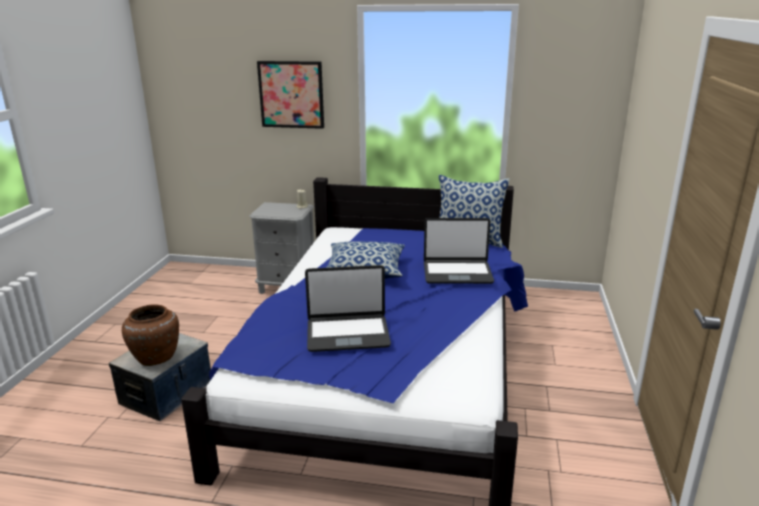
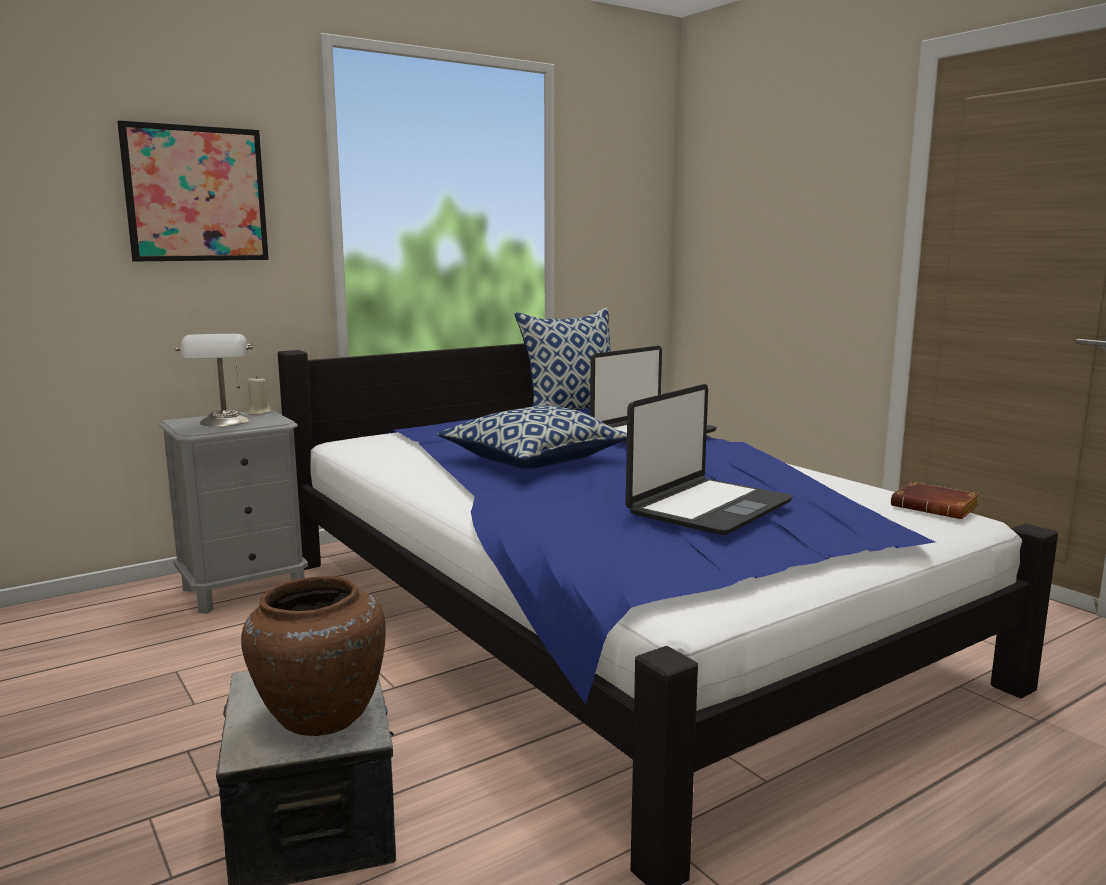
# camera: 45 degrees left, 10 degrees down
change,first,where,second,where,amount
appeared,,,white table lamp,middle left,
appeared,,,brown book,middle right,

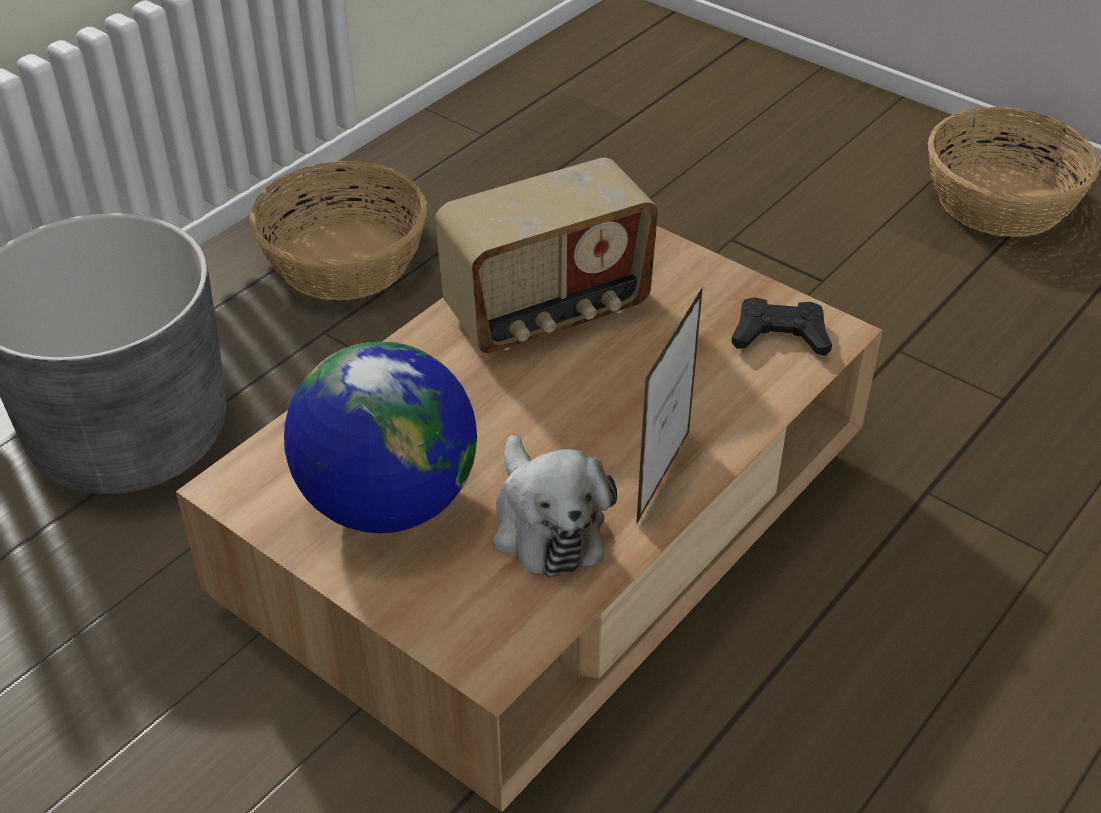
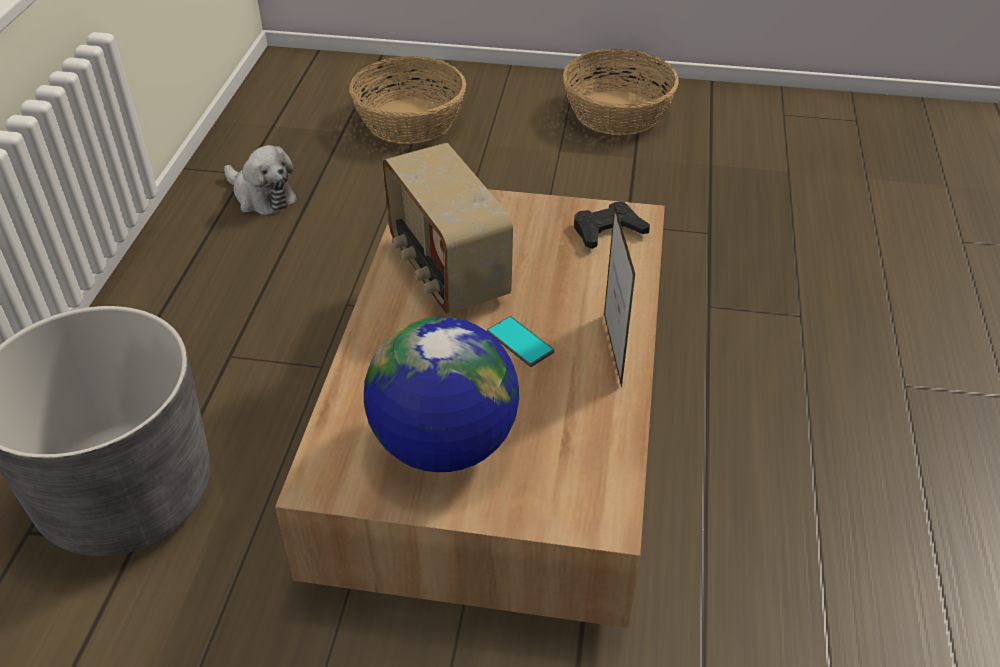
# camera: 30 degrees left, 0 degrees up
change,first,where,second,where,amount
relocated,plush toy,centre,,top left,
relocated,basket (no. 1 from left),top left,,top centre,
spun,radio,top centre,,centre,120 degrees clockwise
appeared,,,phone,centre,

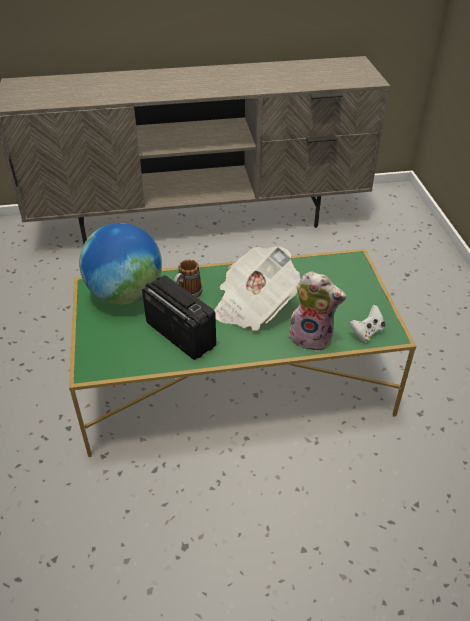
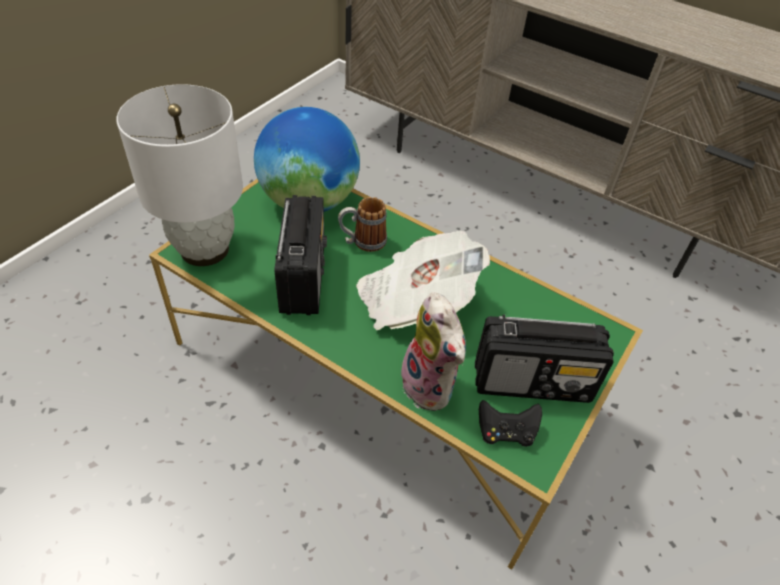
# camera: 40 degrees right, 5 degrees up
change,first,where,second,where,amount
appeared,,,white table lamp,top left,
appeared,,,radio (no. 2 from left),middle right,
colour,white game controller,middle right,black game controller,bottom centre,

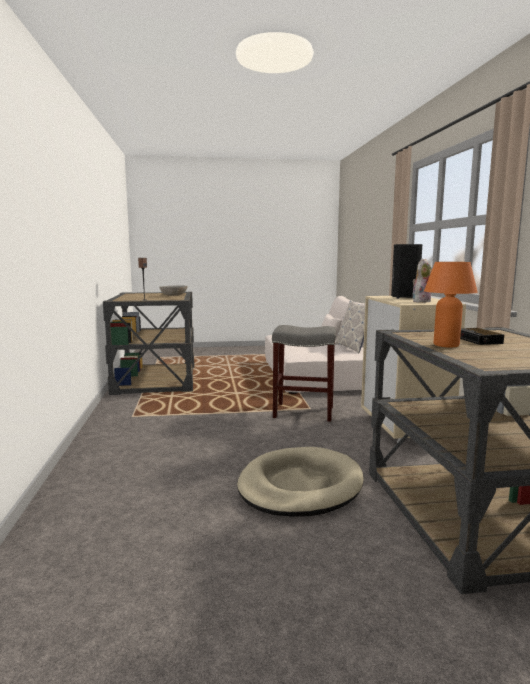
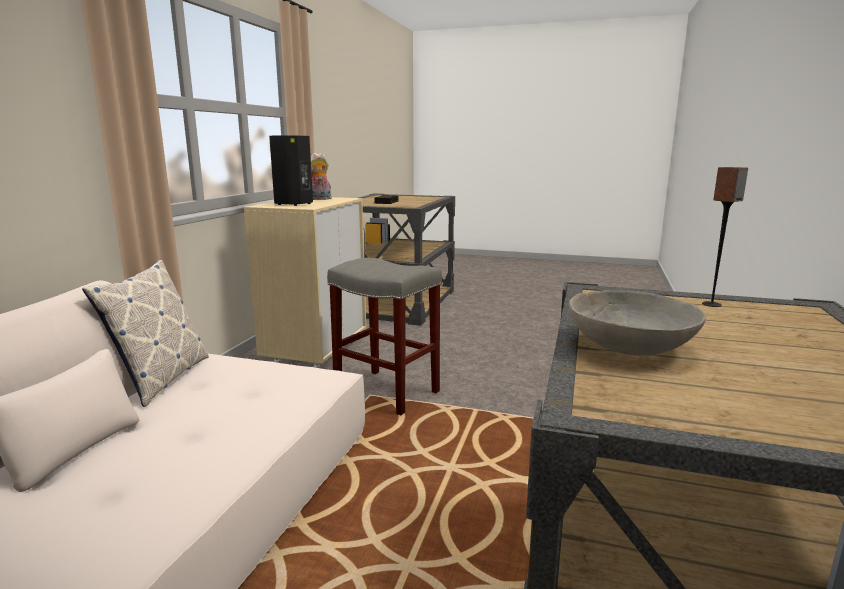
# camera: 155 degrees left, 5 degrees up
change,first,where,second,where,amount
missing,beige dog bed,bottom centre,,,
missing,orange table lamp,middle right,,,

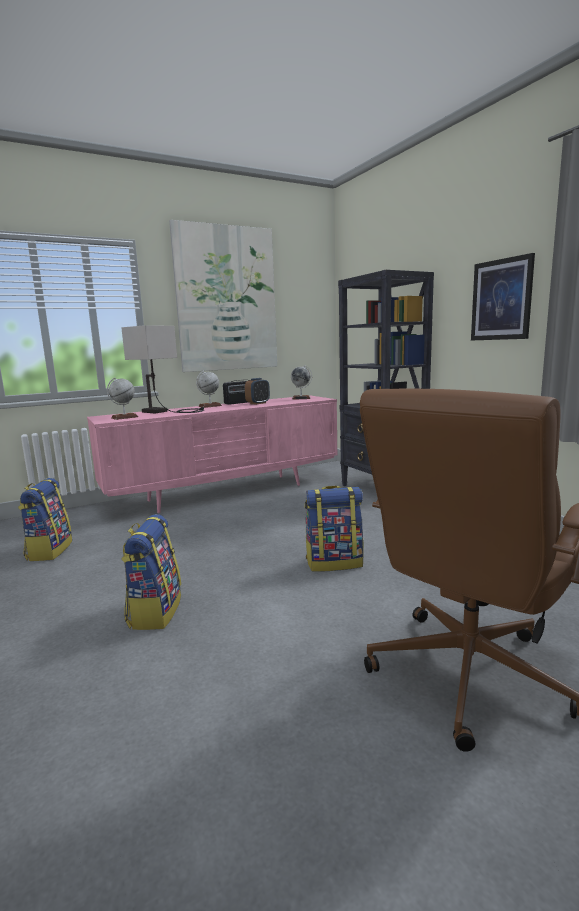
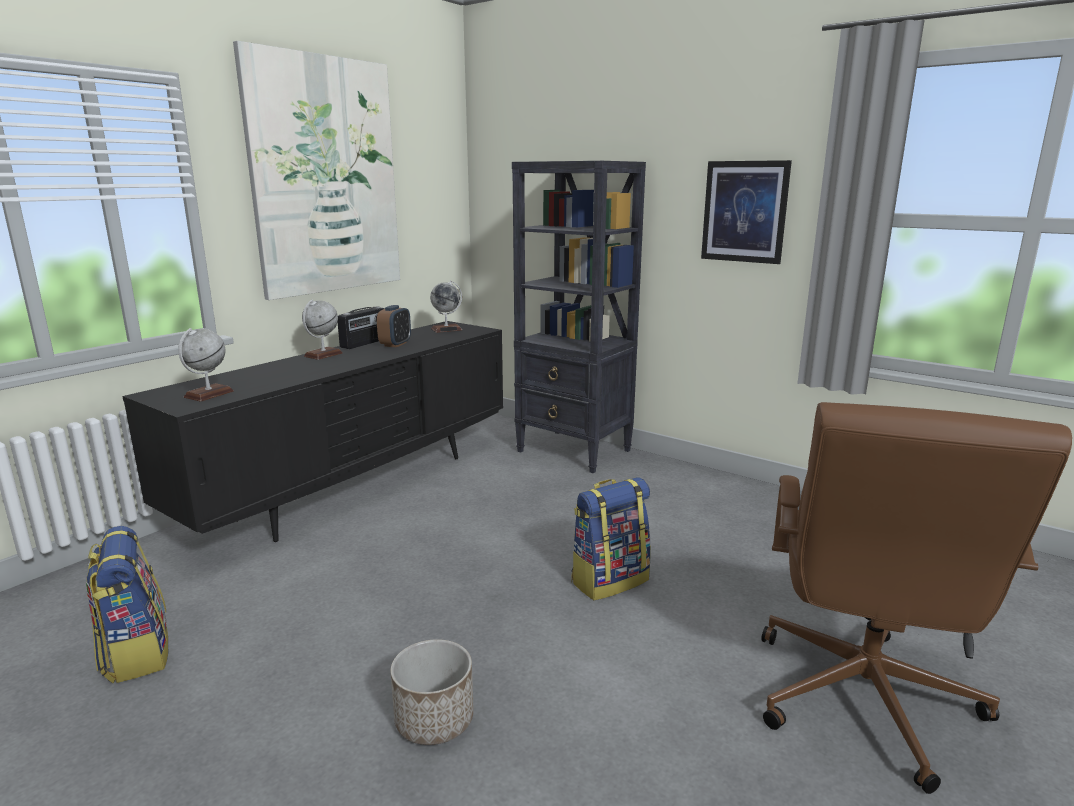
# camera: 25 degrees left, 5 degrees up
change,first,where,second,where,amount
colour,pink cabinet,centre,black cabinet,middle left,
exchanged,backpack (no. 2 from left),middle left,planter,bottom centre,
missing,table lamp,middle left,,,

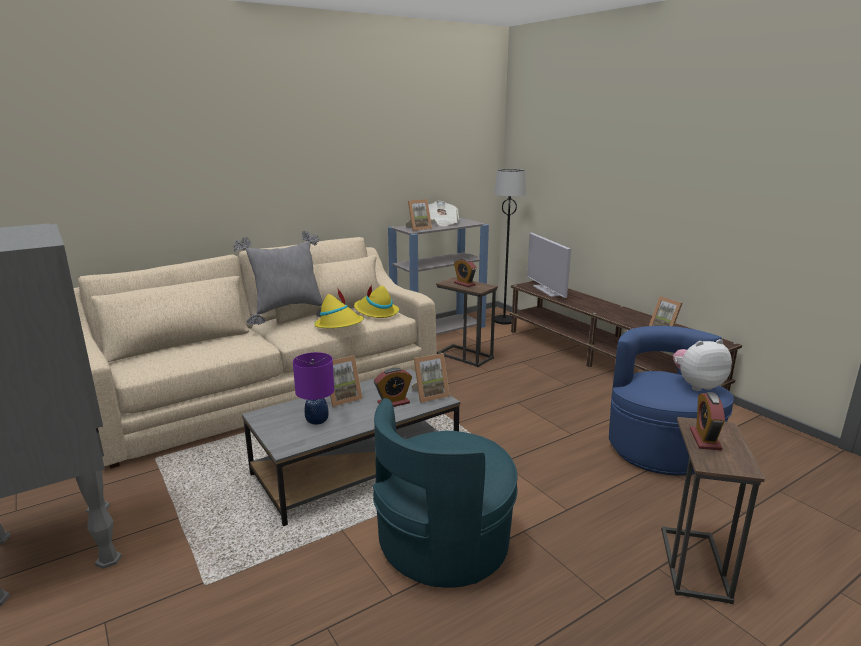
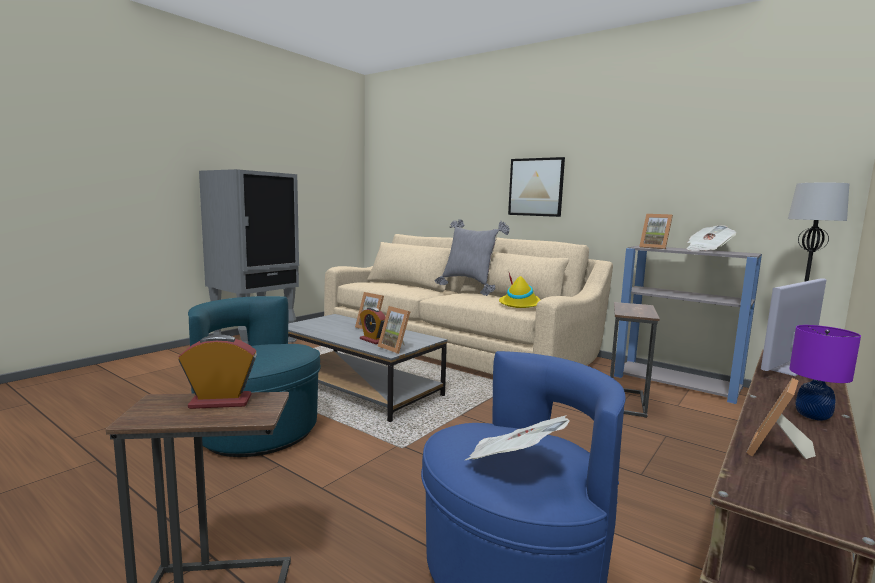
# camera: 70 degrees right, 10 degrees down
change,first,where,second,where,amount
exchanged,plush toy,middle right,newspaper (no. 1 from left),bottom centre,
appeared,,,picture,top centre,
relocated,purple table lamp,centre,,middle right,
missing,yellow hat (no. 1 from left),centre,,,
missing,alarm clock (no. 2 from left),centre,,,

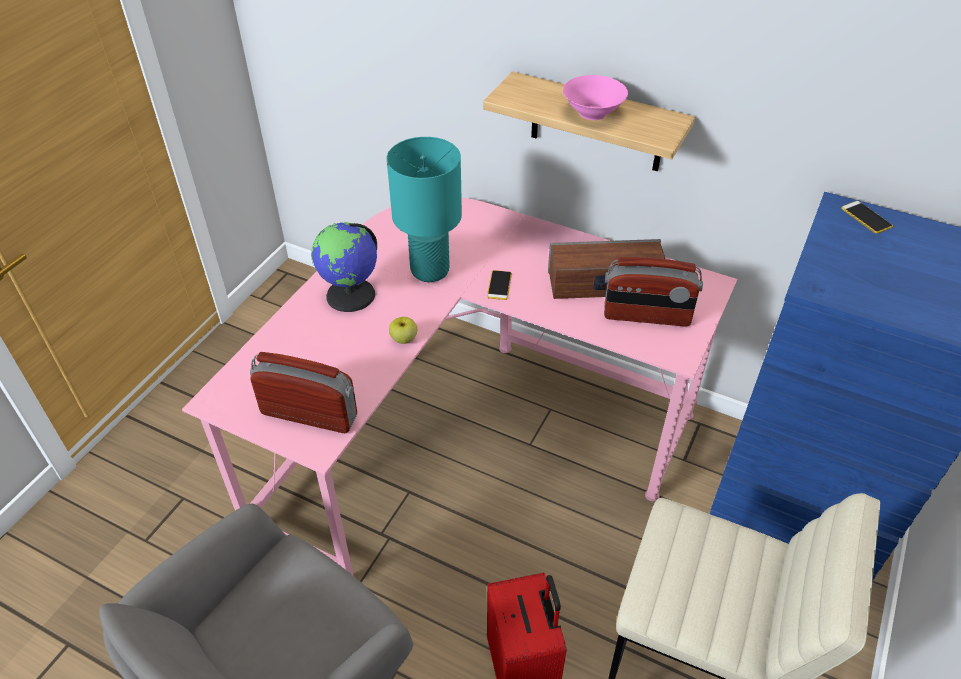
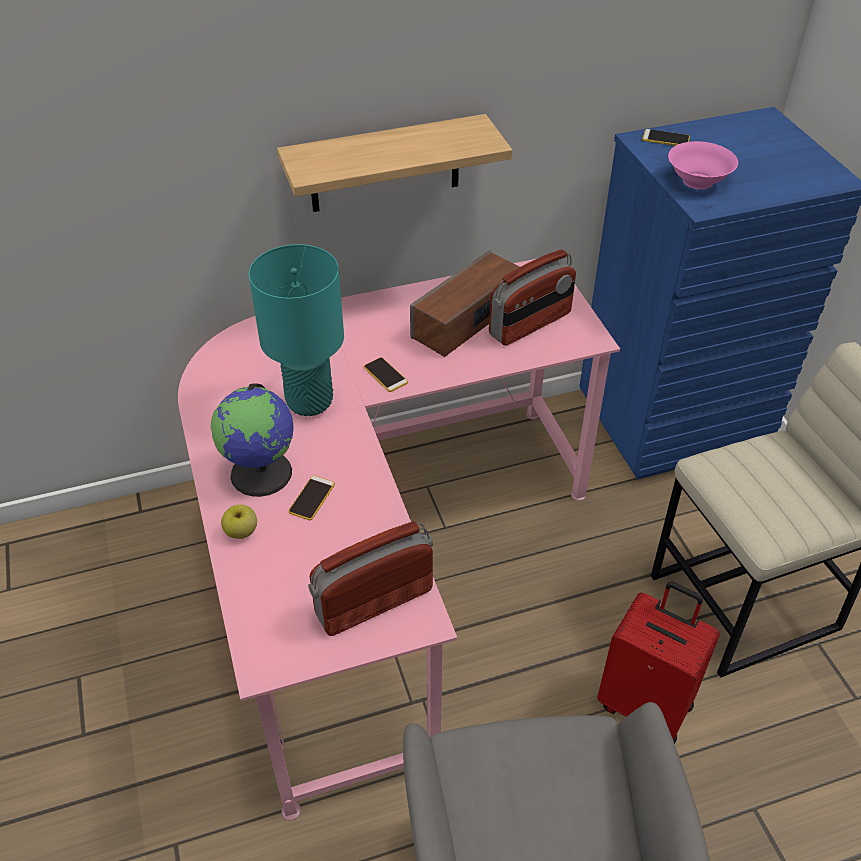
# camera: 45 degrees left, 0 degrees up
change,first,where,second,where,amount
relocated,apple,centre,,middle left,
appeared,,,phone (no. 1 from left),centre,
relocated,pink bowl,top centre,,top right,

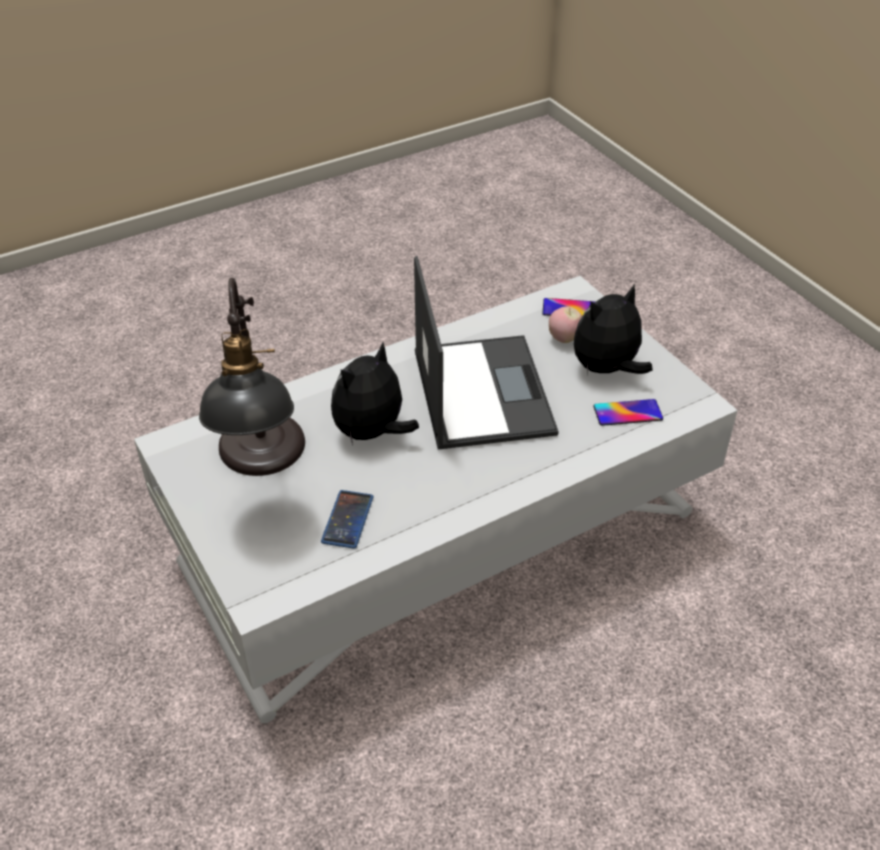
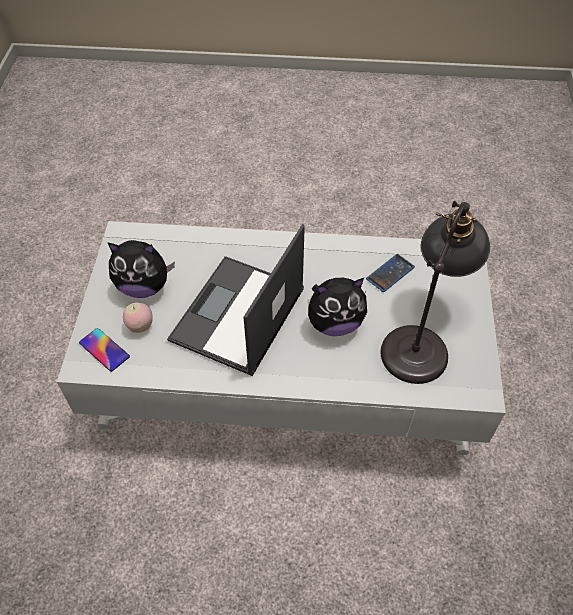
# camera: 145 degrees left, 10 degrees up
change,first,where,second,where,amount
missing,phone (no. 3 from left),middle right,,,

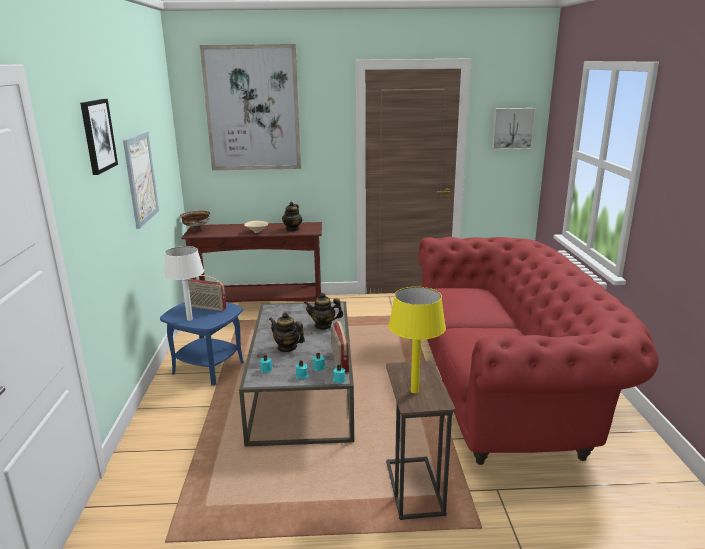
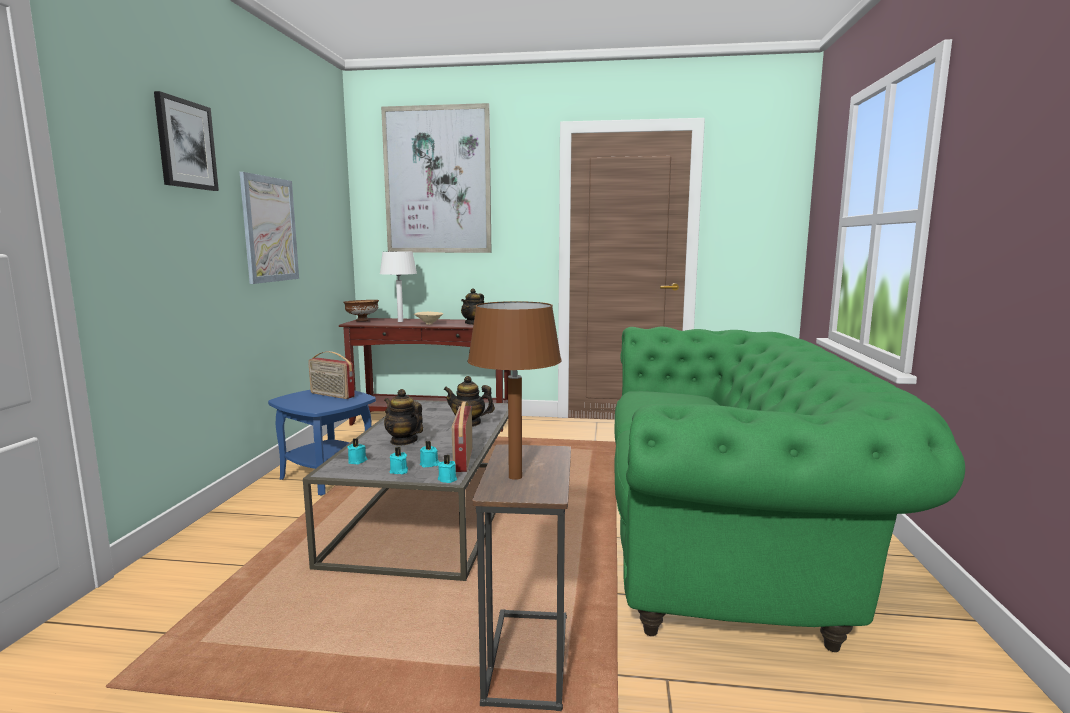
# camera: 10 degrees right, 10 degrees down
change,first,where,second,where,amount
relocated,white table lamp,middle left,,centre,
colour,yellow table lamp,centre,brown table lamp,centre,
colour,red sofa,middle right,green sofa,bottom right,
missing,picture (no. 4 from left),top right,,,

